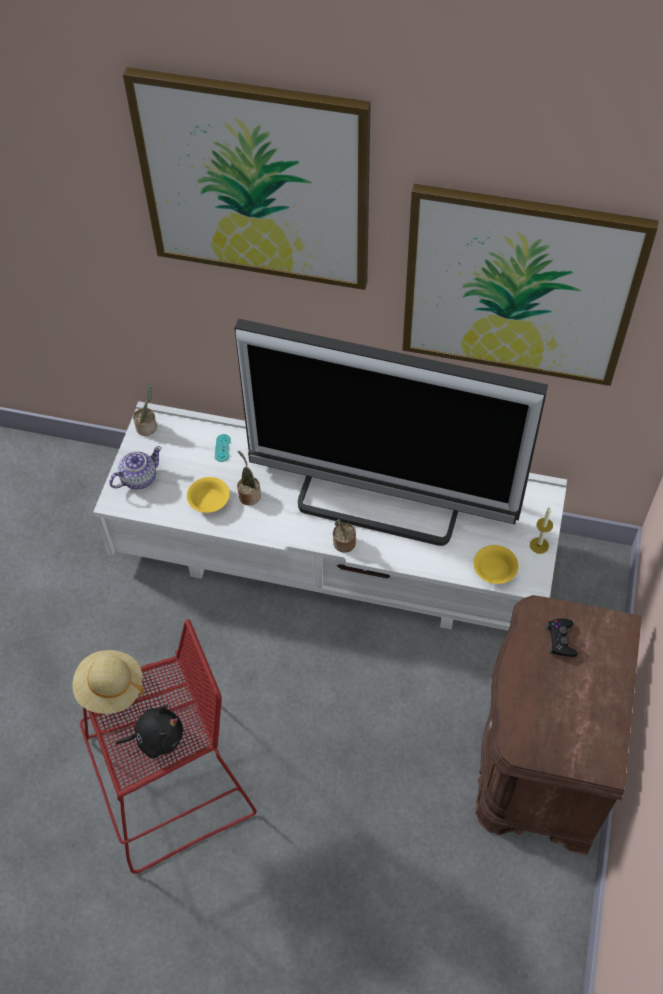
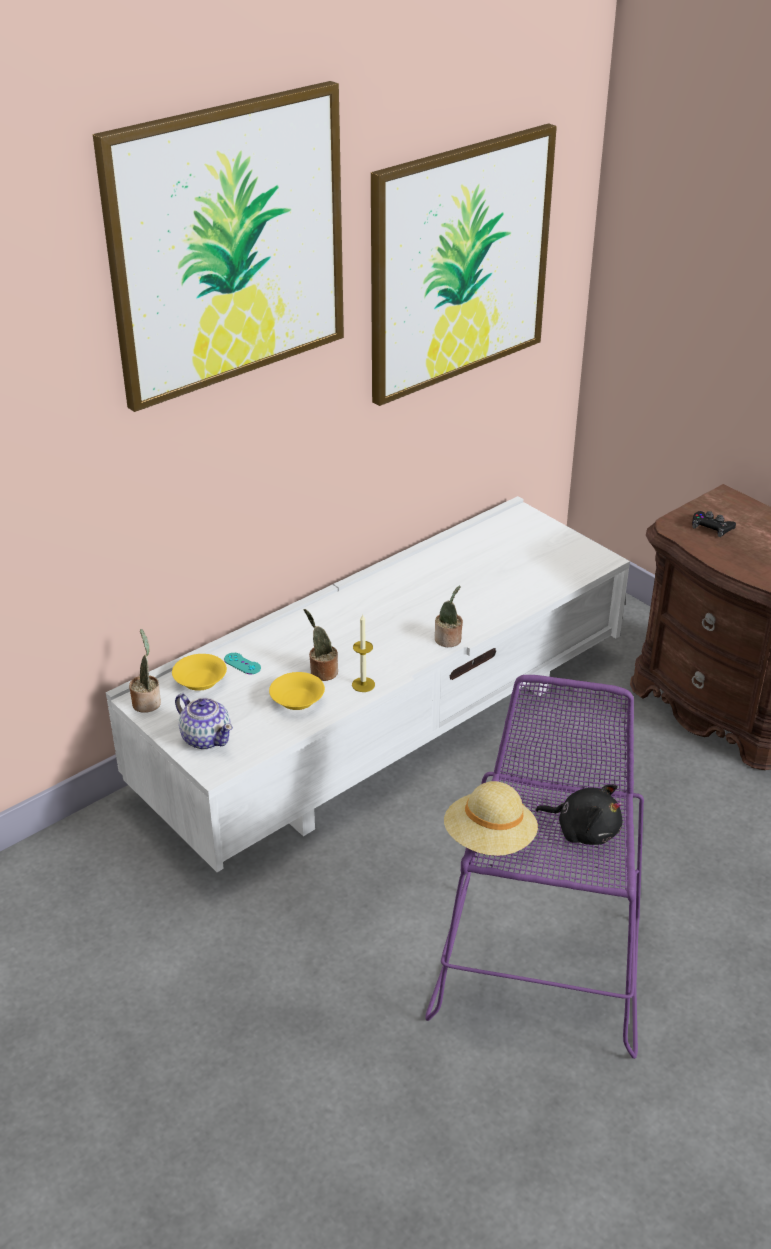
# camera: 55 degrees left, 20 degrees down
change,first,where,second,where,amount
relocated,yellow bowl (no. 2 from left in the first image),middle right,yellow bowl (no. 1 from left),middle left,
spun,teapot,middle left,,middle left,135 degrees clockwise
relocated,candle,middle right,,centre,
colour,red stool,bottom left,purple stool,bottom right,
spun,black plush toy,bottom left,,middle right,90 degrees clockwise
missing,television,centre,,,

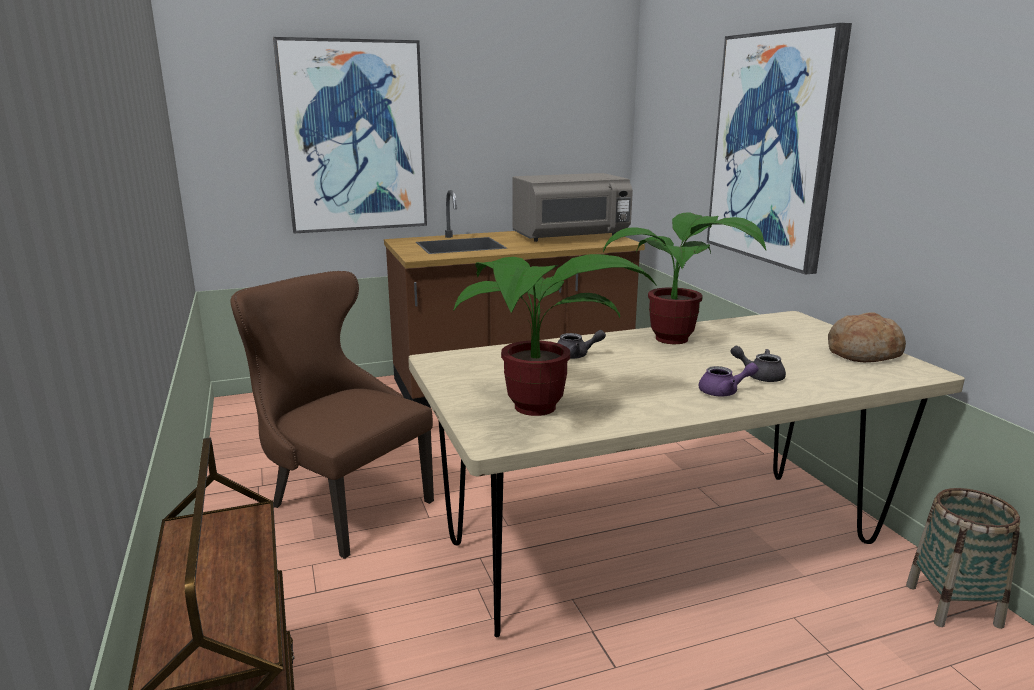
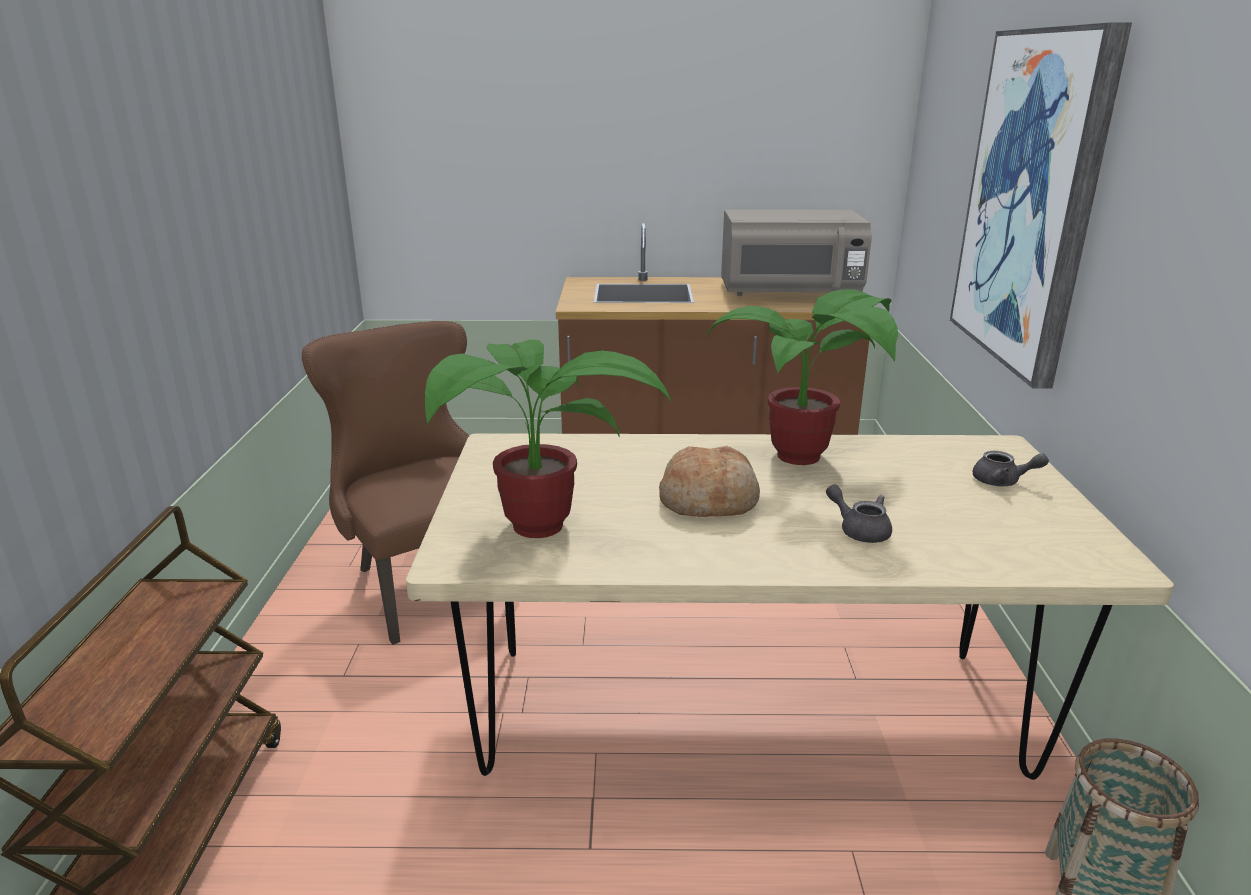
# camera: 20 degrees right, 5 degrees up
change,first,where,second,where,amount
relocated,bread,middle right,,centre,
relocated,grey teapot (no. 1 from left in the first image),centre,grey teapot (no. 2 from left),middle right,
missing,picture (no. 1 from left),top centre,,,
missing,purple teapot,middle right,,,

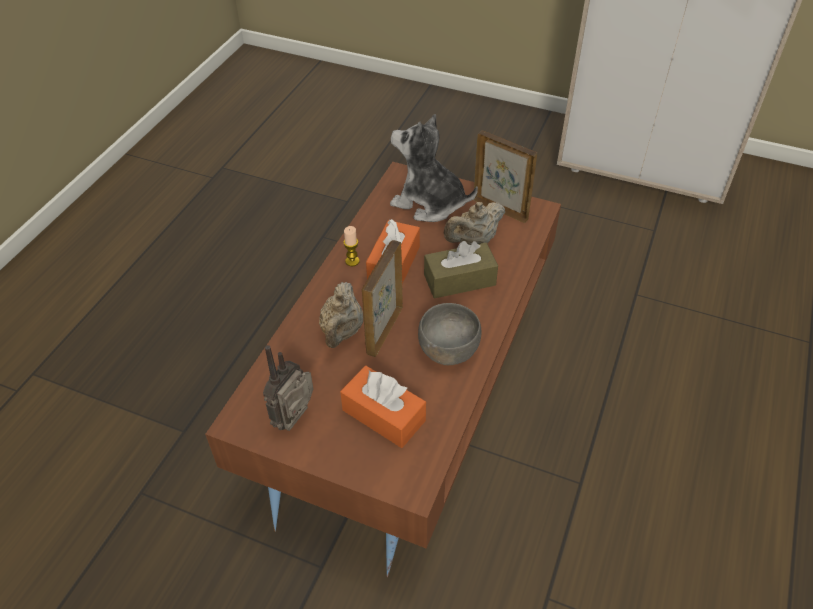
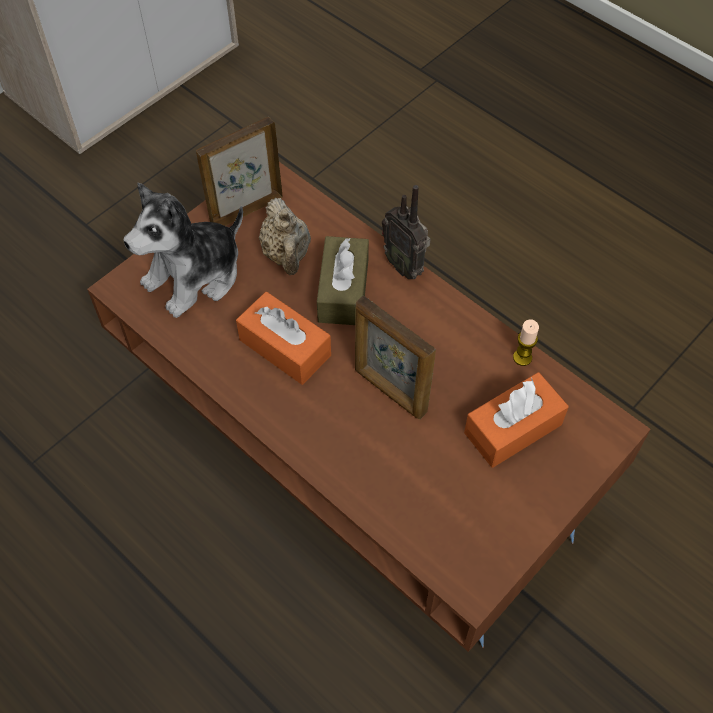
# camera: 70 degrees left, 10 degrees up
change,first,where,second,where,amount
relocated,radio,centre,,top centre,
relocated,candle,centre,,middle right,
missing,beige teapot (no. 1 from left),centre,,,
missing,grey bowl,centre,,,

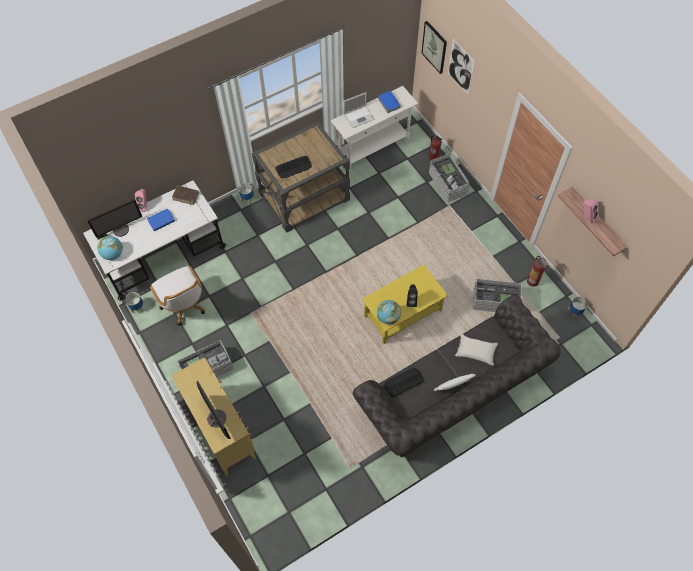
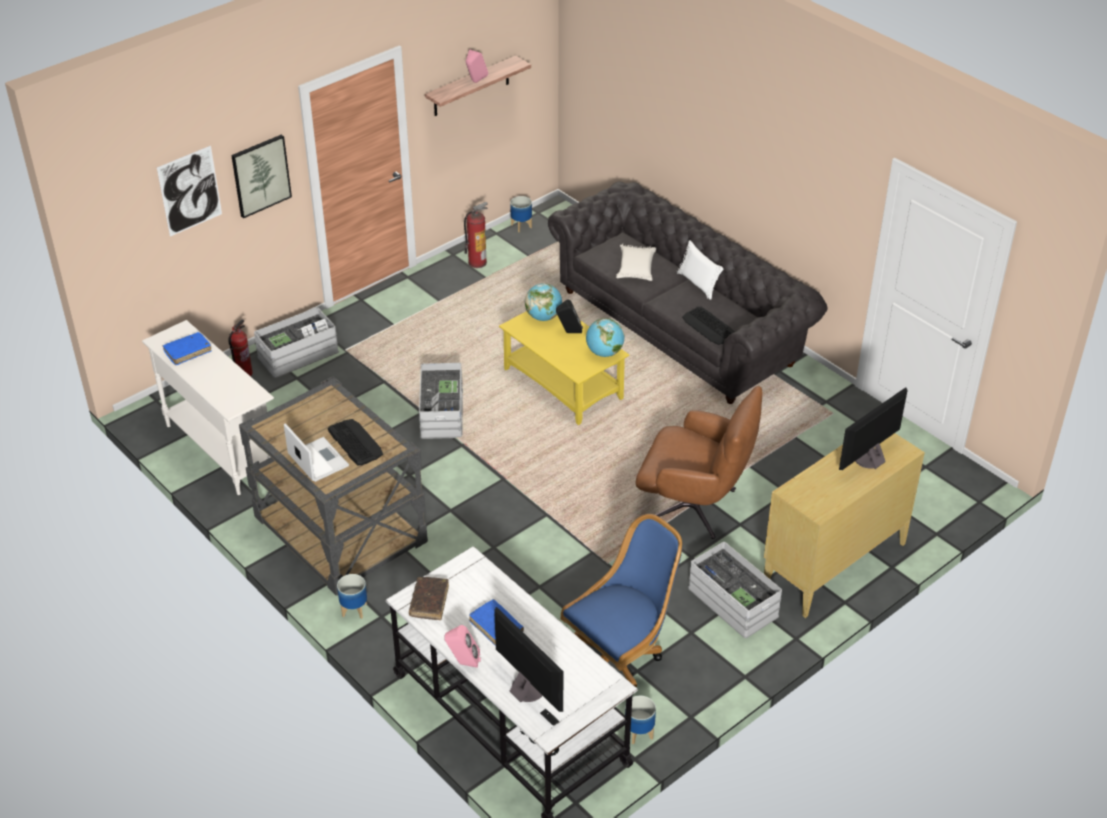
# camera: 100 degrees left, 20 degrees down
change,first,where,second,where,amount
relocated,picture (no. 1 from left in the first image),top centre,picture (no. 2 from left),top left,
relocated,laptop,top centre,,middle left,
relocated,grey storage box (no. 3 from left in the first image),middle right,grey storage box (no. 2 from left),centre,
relocated,globe (no. 1 from left),middle left,,centre,
colour,white office chair,middle left,blue office chair,bottom centre,
appeared,,,brown armchair,centre,

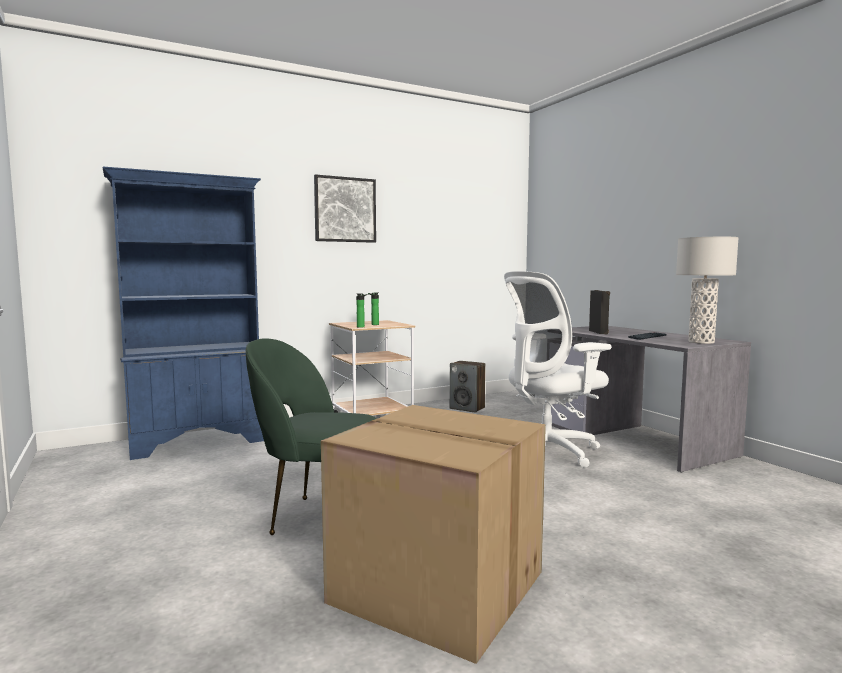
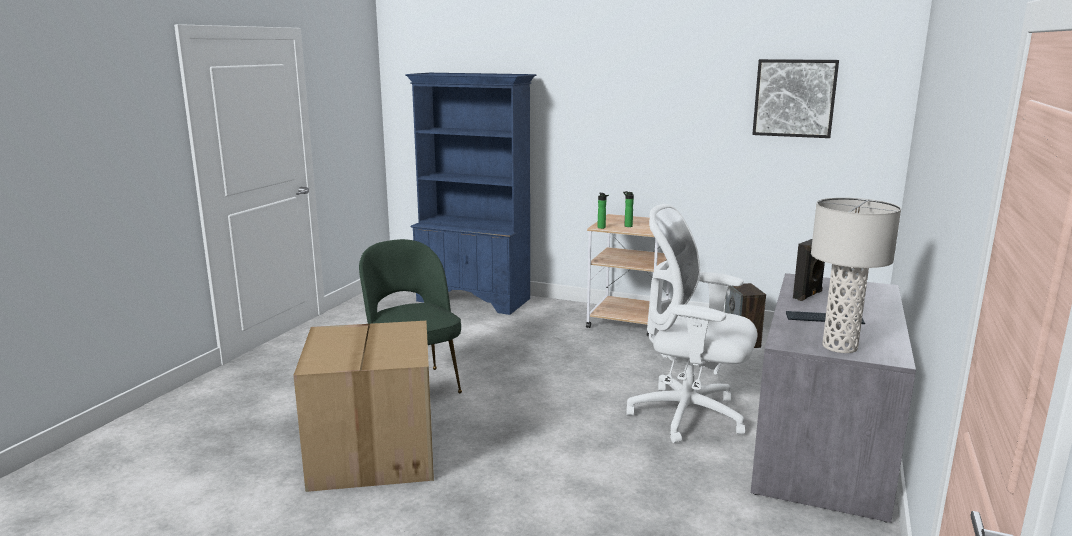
# camera: 50 degrees right, 10 degrees up
change,first,where,second,where,amount
relocated,picture,top centre,,top right,

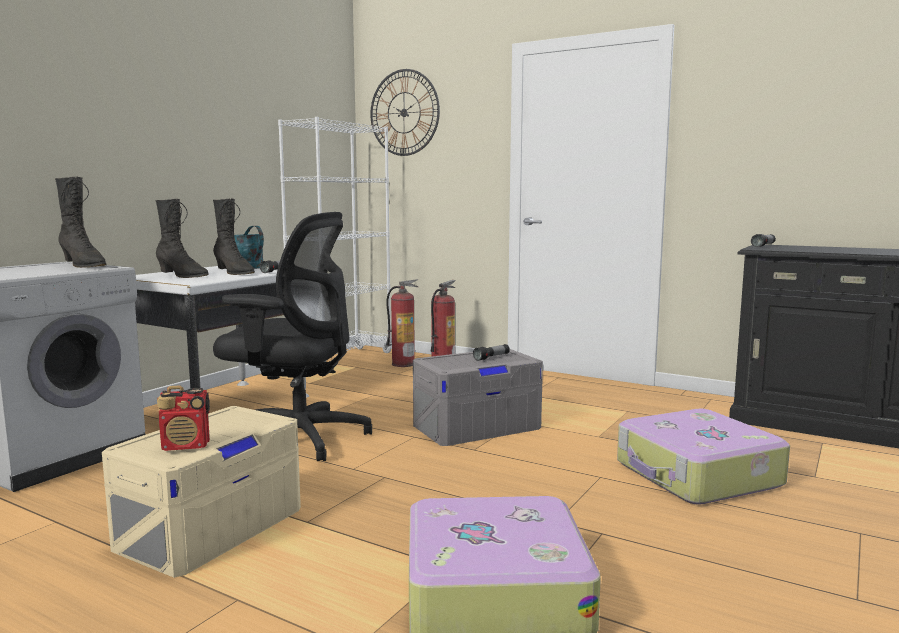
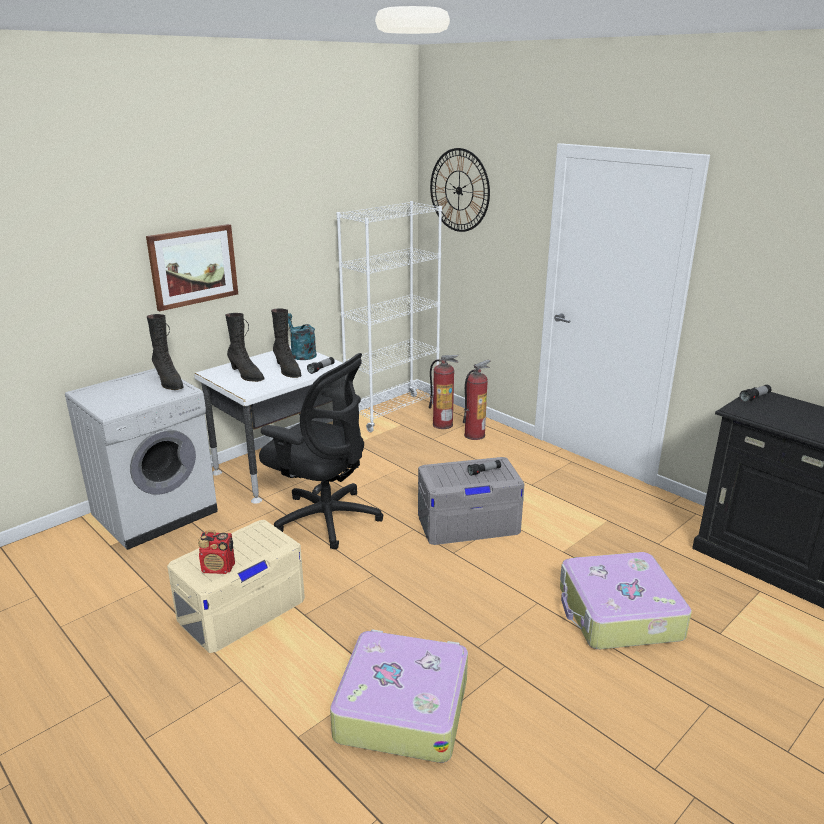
# camera: 15 degrees right, 15 degrees up
change,first,where,second,where,amount
appeared,,,picture,top left,

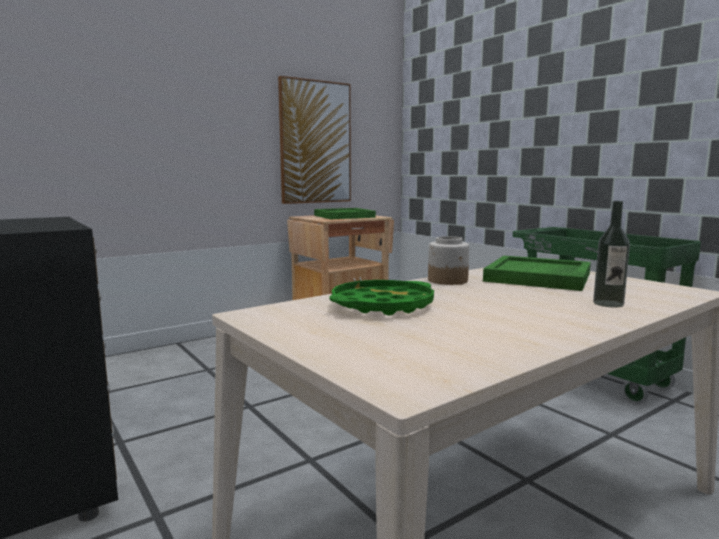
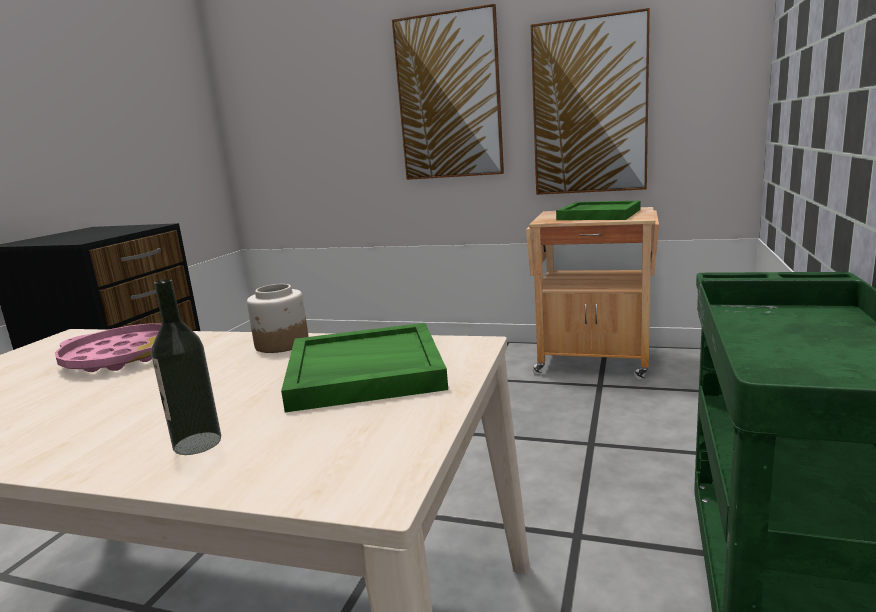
# camera: 55 degrees right, 5 degrees up
change,first,where,second,where,amount
colour,green tray (no. 2 from left),centre,pink tray,middle left,
appeared,,,picture (no. 1 from left),top centre,

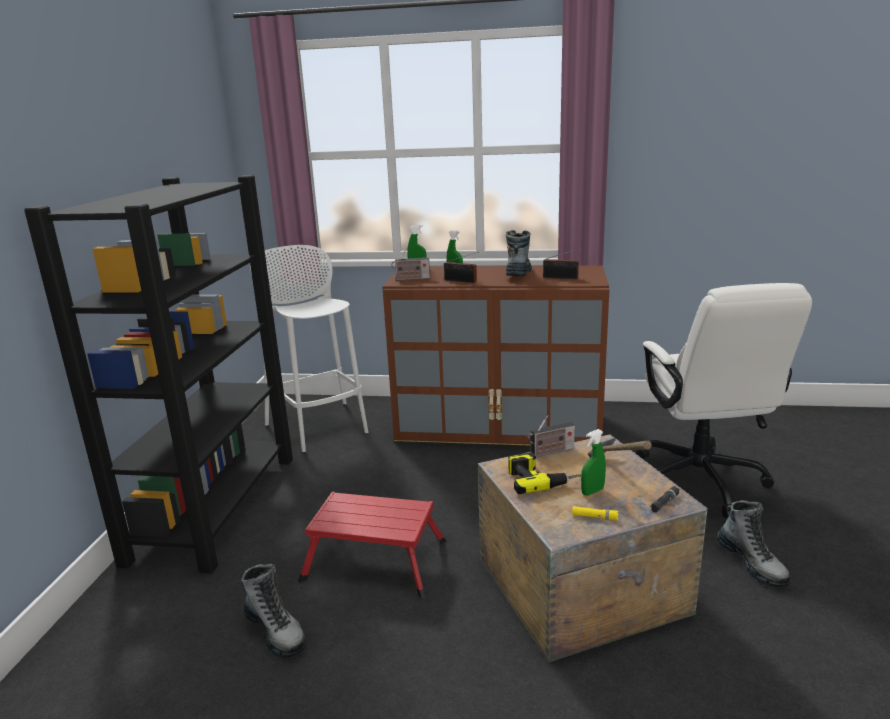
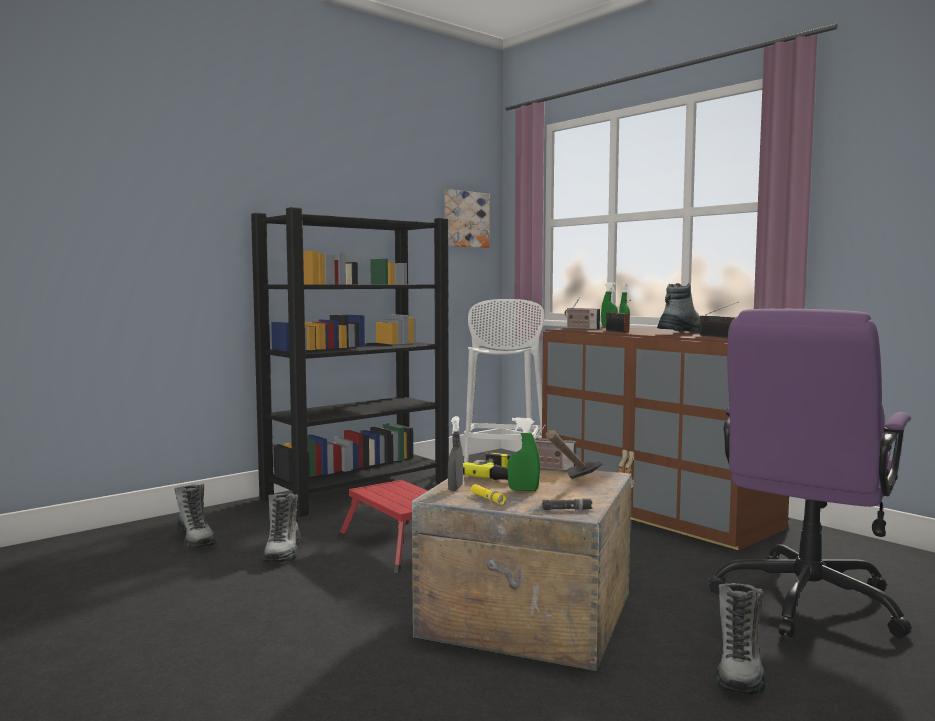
# camera: 40 degrees right, 15 degrees down
change,first,where,second,where,amount
appeared,,,boot (no. 1 from left),bottom left,
appeared,,,picture,top centre,
appeared,,,grey spray bottle,centre,
colour,white office chair,middle right,purple office chair,middle right,

